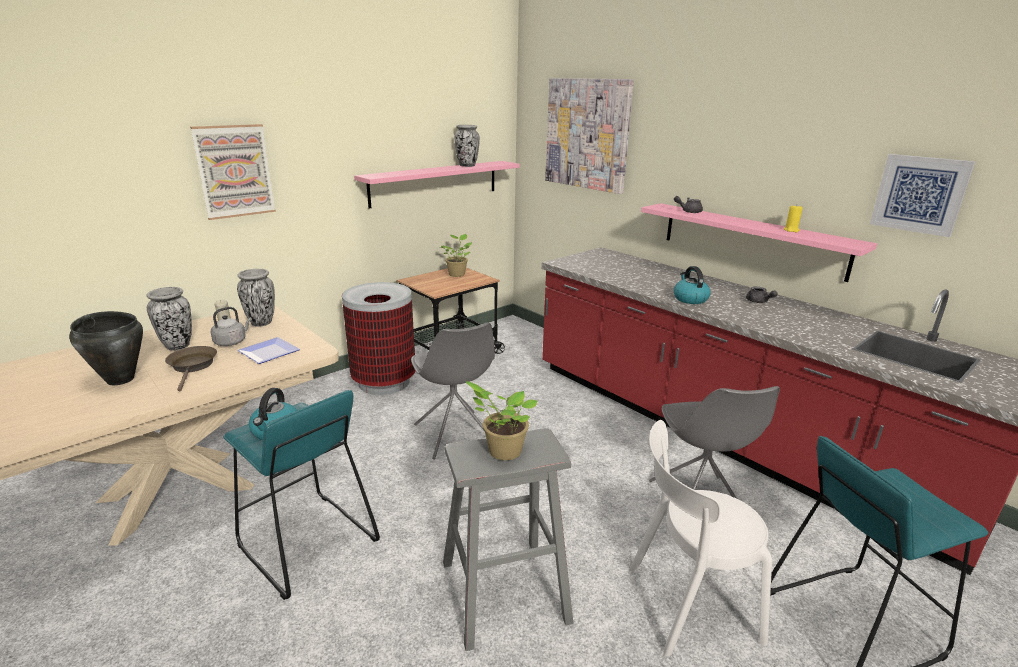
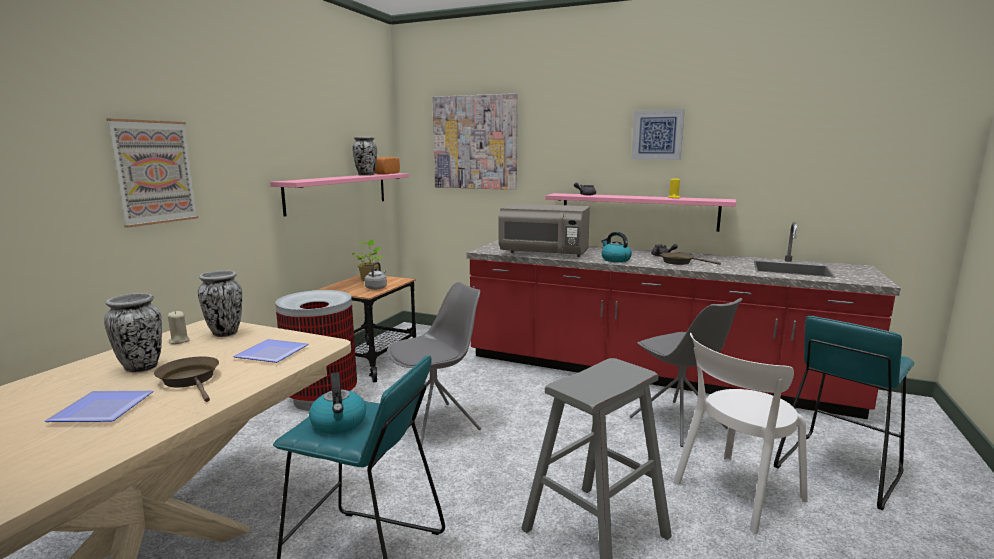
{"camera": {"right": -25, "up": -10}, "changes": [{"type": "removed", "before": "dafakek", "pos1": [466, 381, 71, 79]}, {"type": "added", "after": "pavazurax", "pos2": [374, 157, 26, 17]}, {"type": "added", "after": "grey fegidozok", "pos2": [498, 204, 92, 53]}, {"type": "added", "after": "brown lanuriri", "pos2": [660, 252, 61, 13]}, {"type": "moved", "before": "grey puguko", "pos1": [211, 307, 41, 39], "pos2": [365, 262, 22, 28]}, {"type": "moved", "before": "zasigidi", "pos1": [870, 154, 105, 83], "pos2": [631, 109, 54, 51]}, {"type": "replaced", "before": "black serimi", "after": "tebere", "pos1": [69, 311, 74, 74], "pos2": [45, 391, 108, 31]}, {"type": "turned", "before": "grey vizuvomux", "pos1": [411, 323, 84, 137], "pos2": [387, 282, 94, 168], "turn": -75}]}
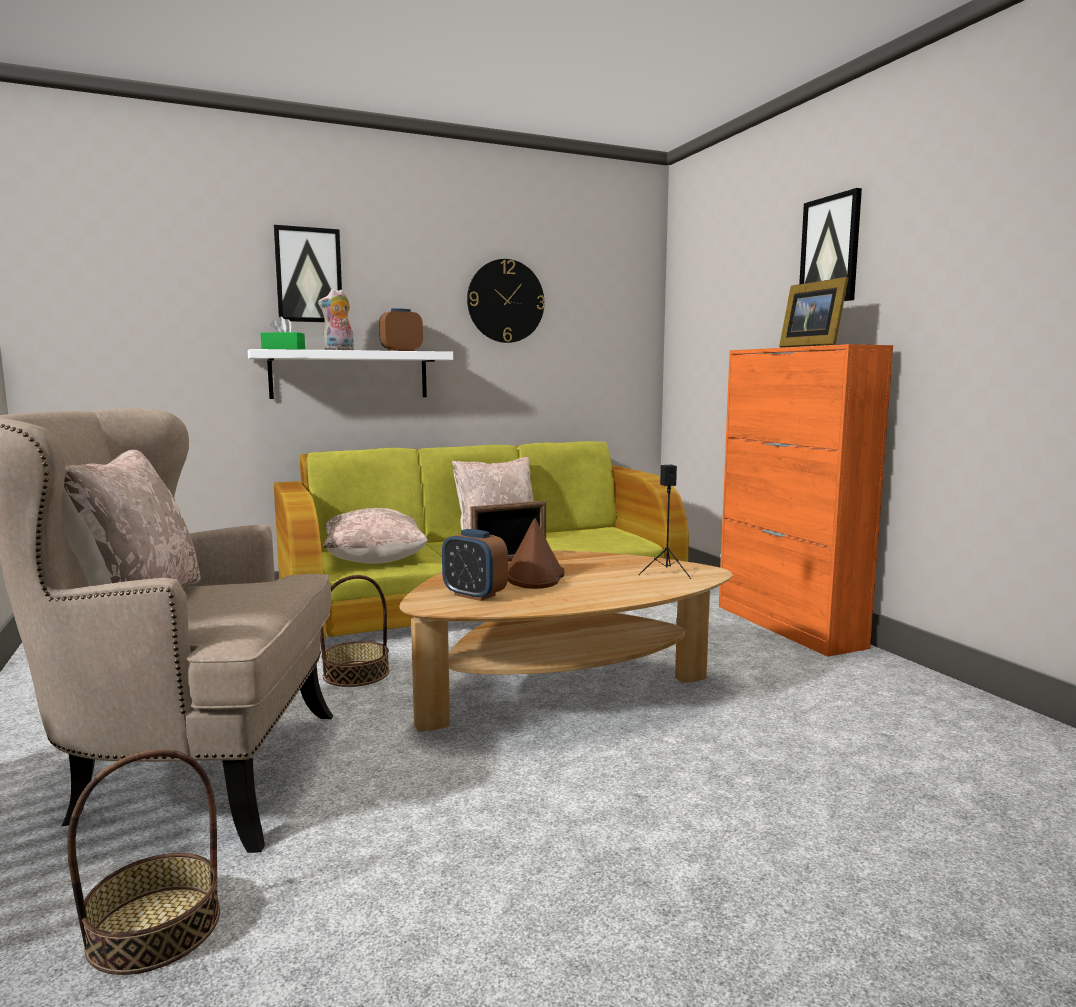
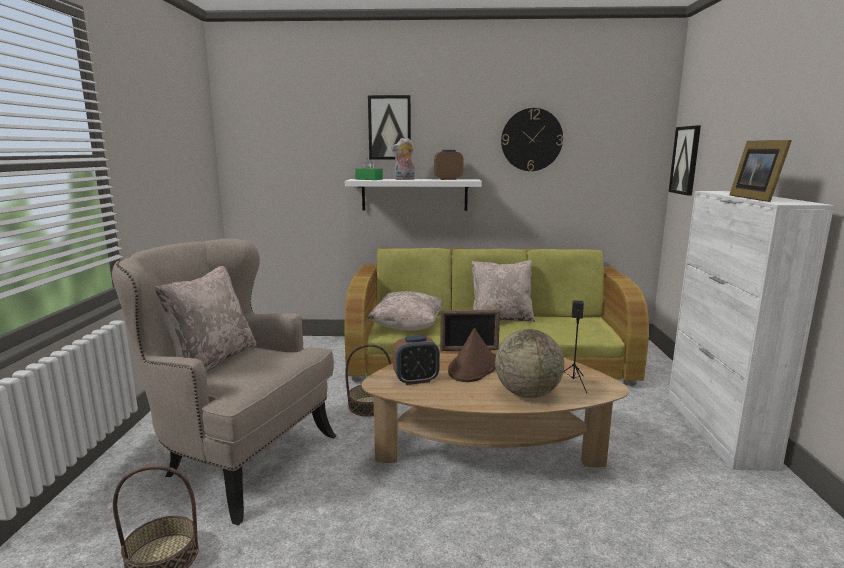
{"camera": {"right": 25, "up": 5}, "changes": [{"type": "added", "after": "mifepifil", "pos2": [495, 329, 69, 69]}, {"type": "moved", "before": "zasigidi", "pos1": [799, 188, 63, 113], "pos2": [669, 125, 32, 71]}, {"type": "recoloured", "before": "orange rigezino", "after": "white rigezino", "pos1": [719, 344, 174, 313], "pos2": [668, 191, 166, 280]}, {"type": "turned", "before": "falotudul", "pos1": [442, 529, 66, 72], "pos2": [393, 335, 47, 50], "turn": -75}]}
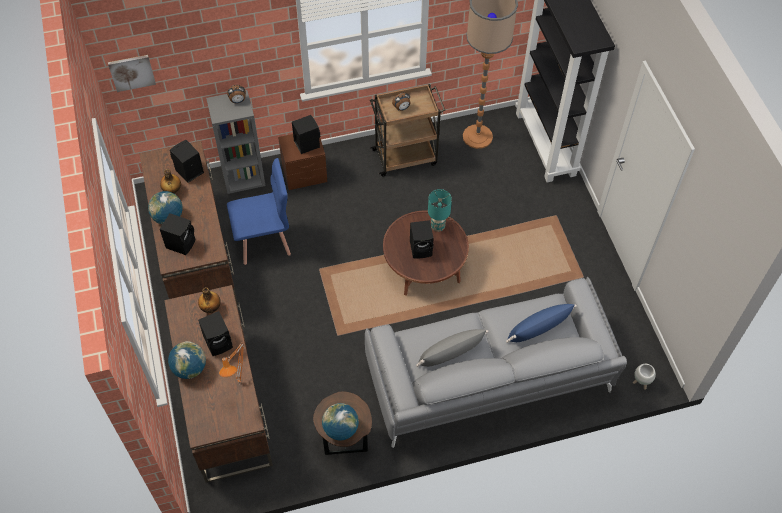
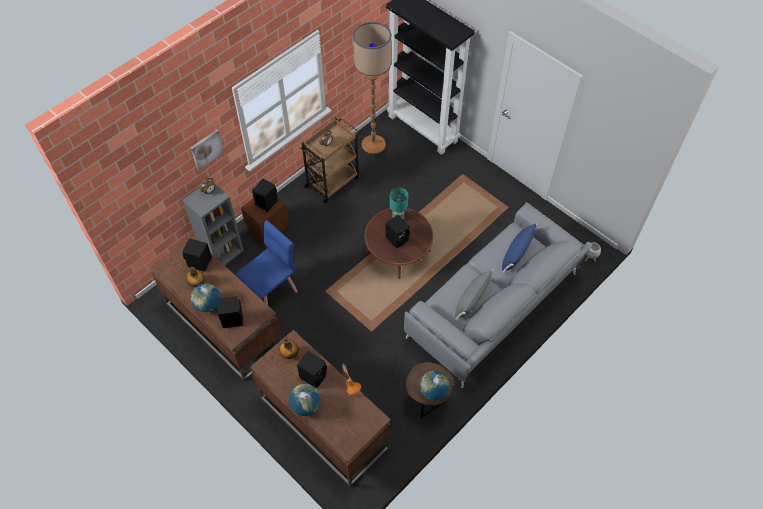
{"camera": {"right": -30, "up": 0}, "changes": [{"type": "moved", "before": "zasigidi", "pos1": [108, 55, 48, 37], "pos2": [191, 129, 33, 41]}]}
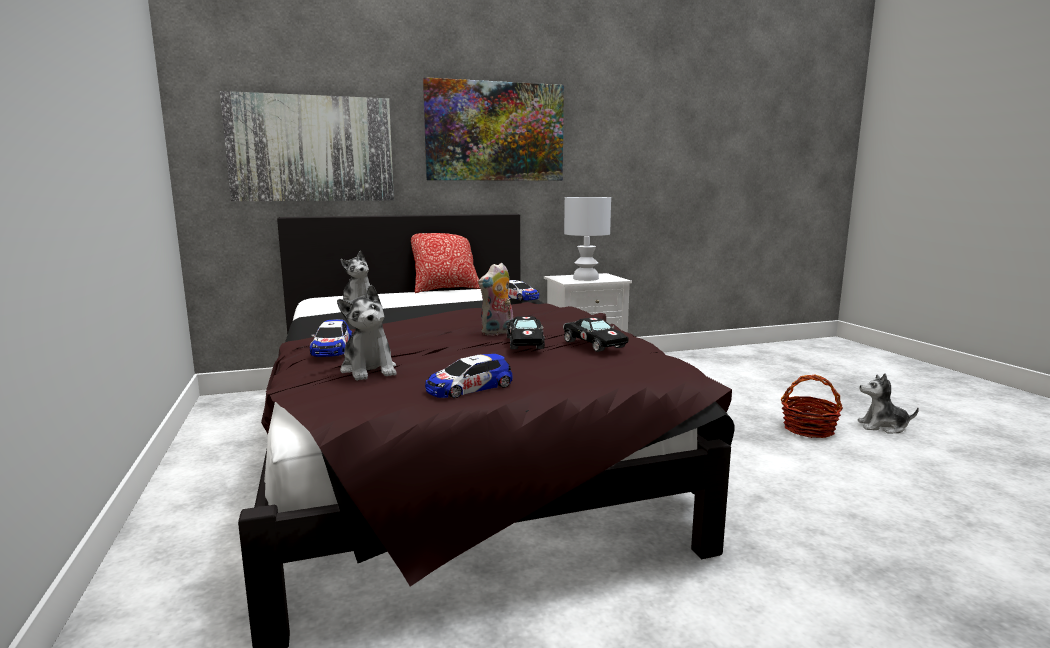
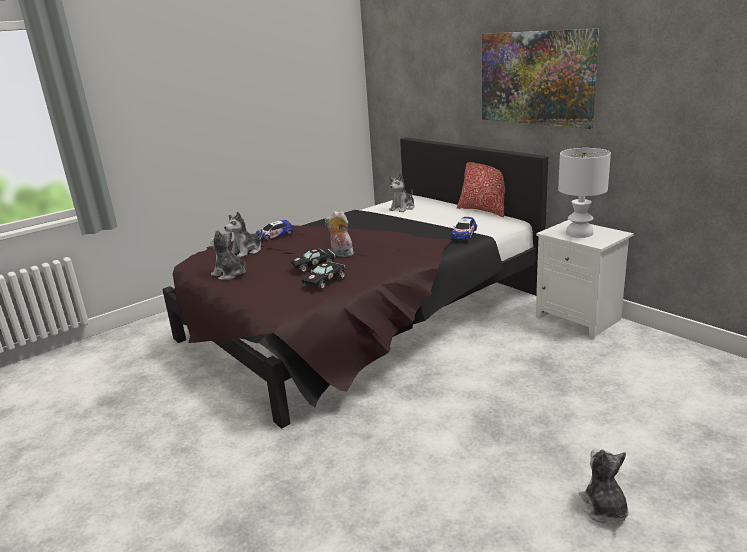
{"camera": {"right": 70, "up": 10}, "changes": [{"type": "removed", "before": "zasigidi", "pos1": [220, 91, 174, 110]}, {"type": "removed", "before": "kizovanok", "pos1": [781, 374, 62, 64]}, {"type": "replaced", "before": "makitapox", "after": "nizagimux", "pos1": [425, 354, 88, 44], "pos2": [210, 230, 36, 50]}]}
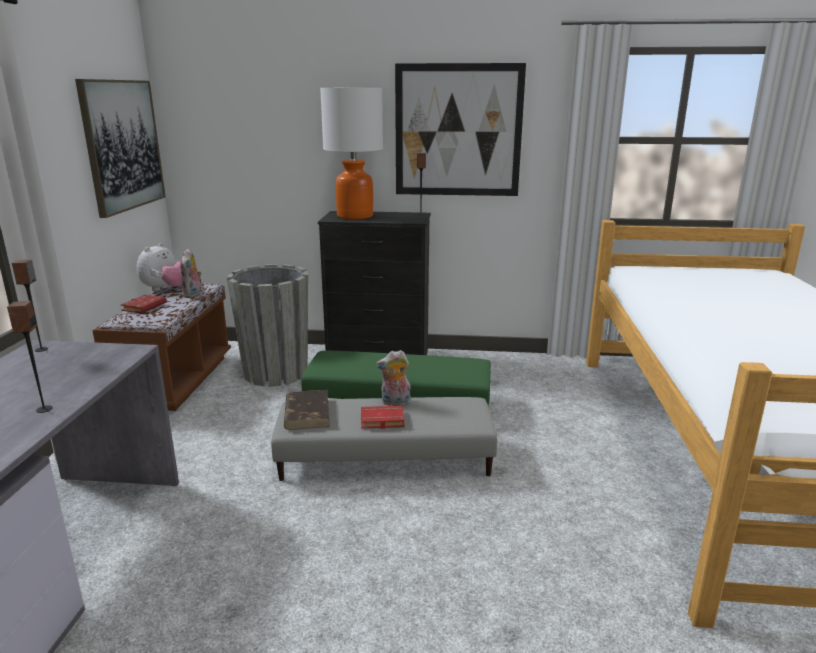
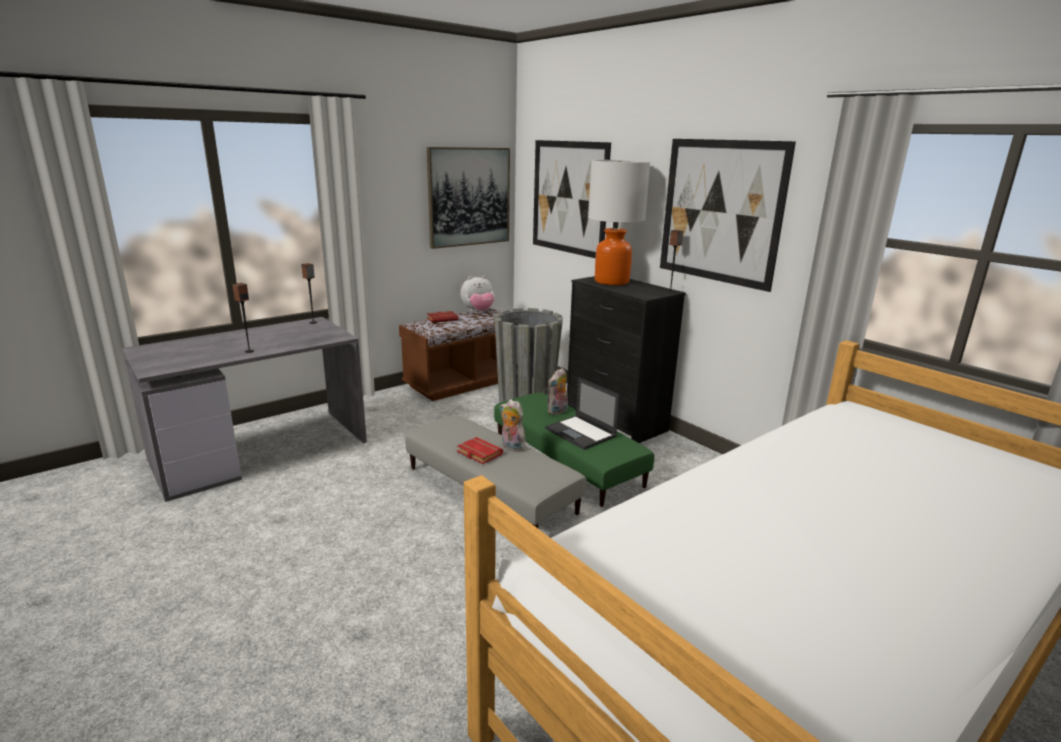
{"camera": {"right": 45, "up": 0}, "changes": [{"type": "removed", "before": "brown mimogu", "pos1": [284, 390, 46, 40]}, {"type": "added", "after": "zasigidi", "pos2": [533, 140, 78, 118]}, {"type": "added", "after": "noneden", "pos2": [545, 377, 75, 73]}, {"type": "moved", "before": "nizagimux", "pos1": [181, 249, 21, 49], "pos2": [548, 368, 20, 47]}]}
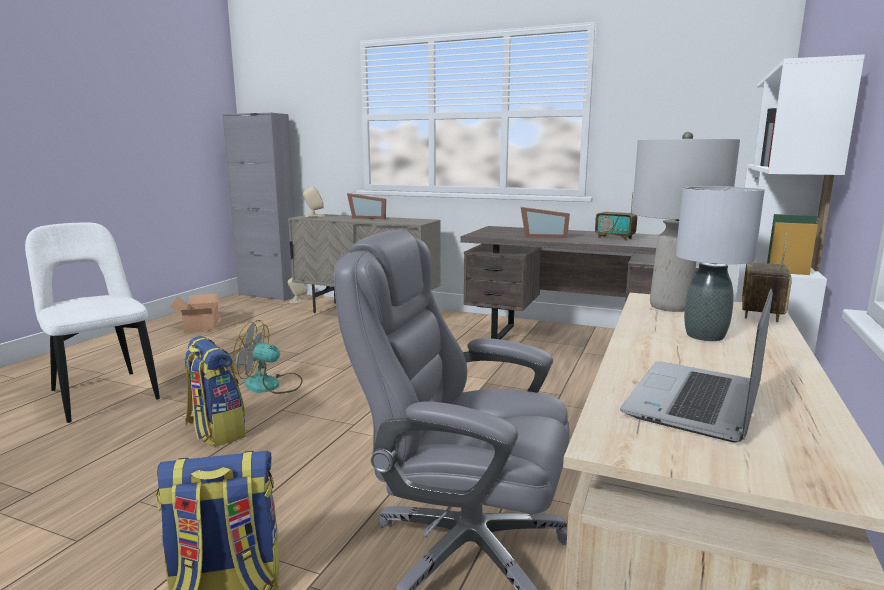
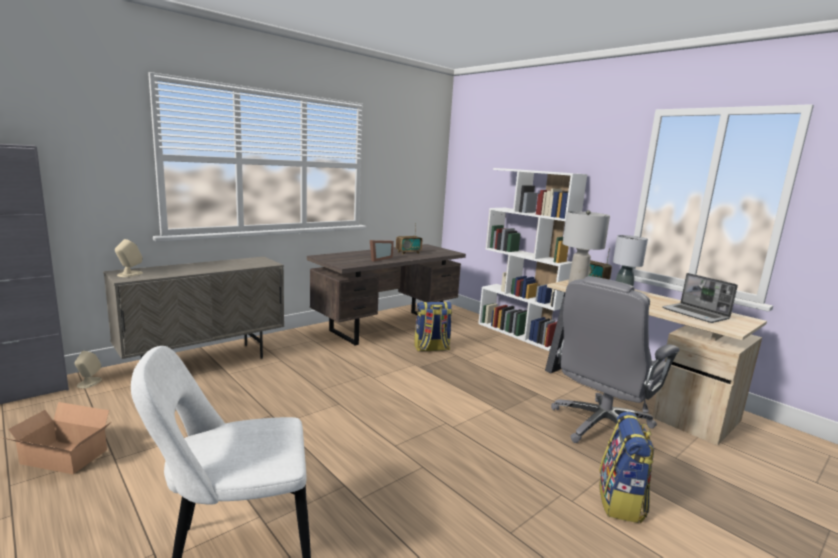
{"camera": {"right": -65, "up": 0}, "changes": [{"type": "removed", "before": "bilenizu", "pos1": [232, 320, 71, 74]}, {"type": "removed", "before": "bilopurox", "pos1": [347, 193, 39, 26]}, {"type": "moved", "before": "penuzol", "pos1": [185, 336, 61, 111], "pos2": [414, 302, 38, 49]}]}
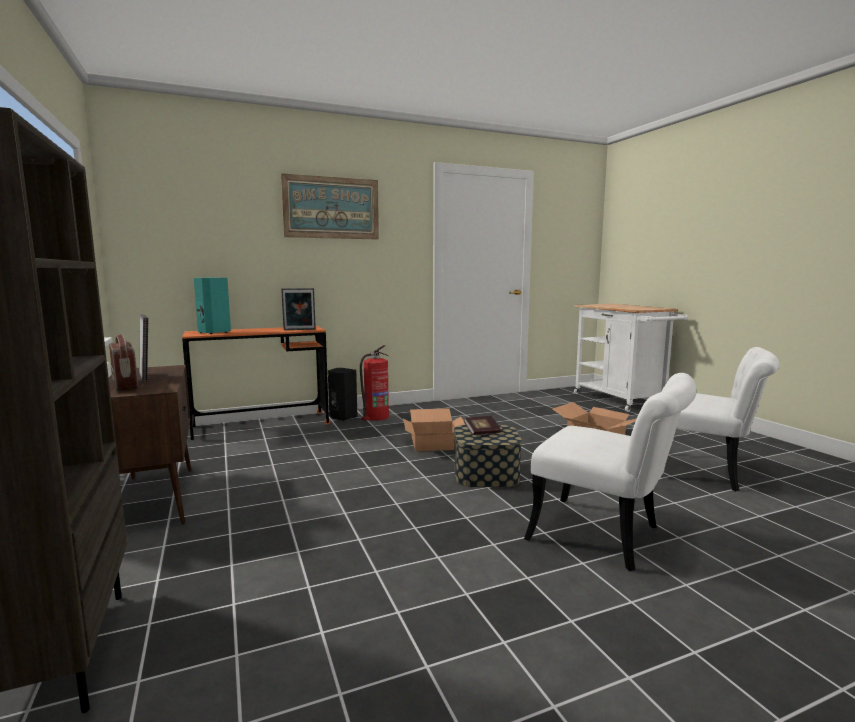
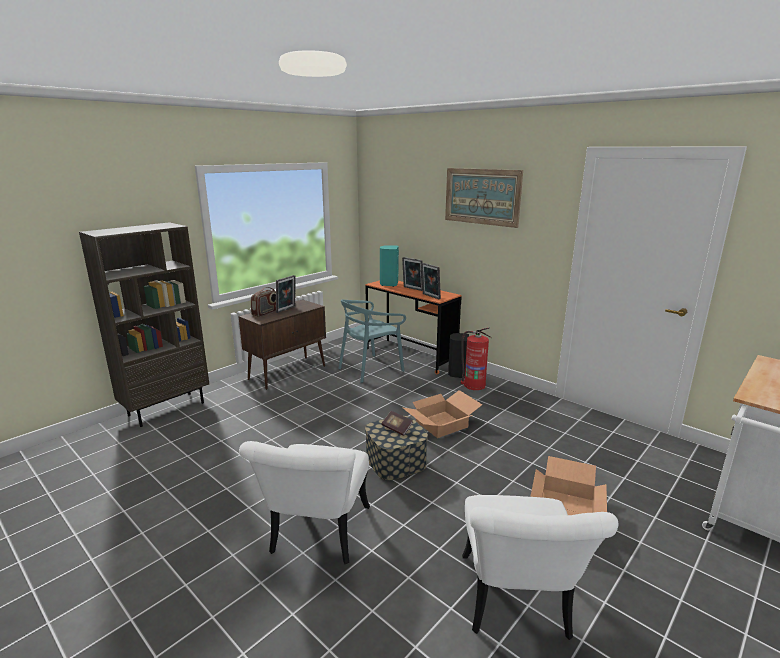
{"camera": {"right": 65, "up": 10}, "changes": [{"type": "added", "after": "turquoise vizuvomux", "pos2": [338, 299, 68, 84]}, {"type": "added", "after": "bilopurox", "pos2": [402, 257, 21, 34]}]}
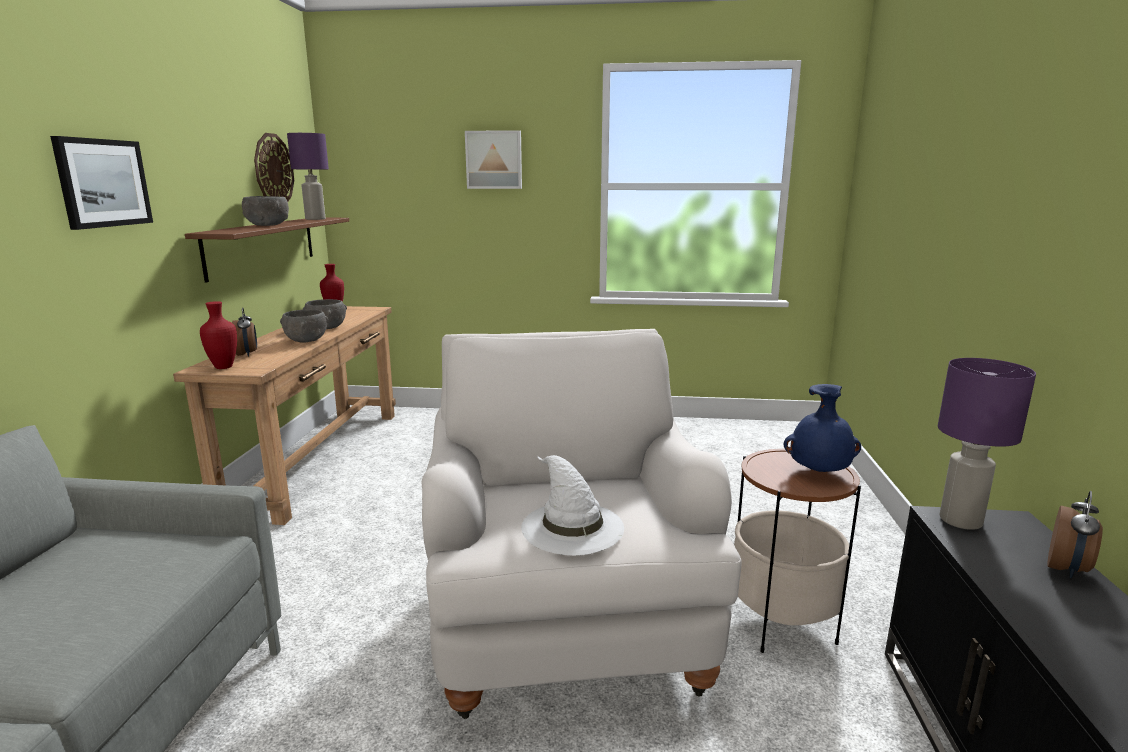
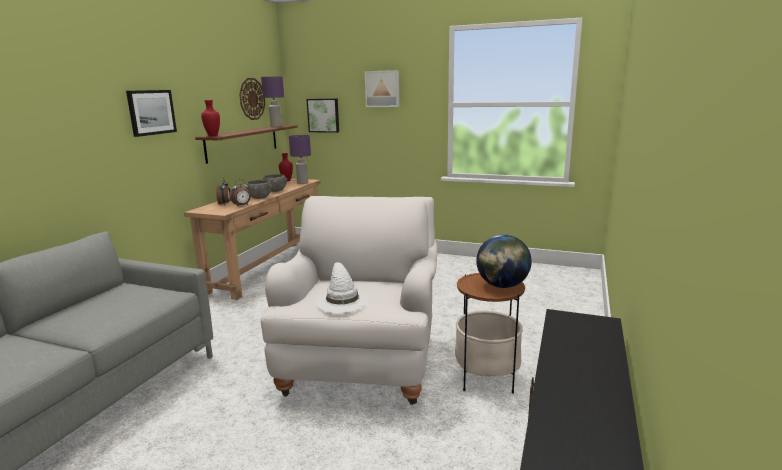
{"camera": {"right": 15, "up": 0}, "changes": [{"type": "removed", "before": "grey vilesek", "pos1": [242, 196, 47, 30]}, {"type": "added", "after": "zasigidi", "pos2": [306, 98, 33, 35]}, {"type": "moved", "before": "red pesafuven", "pos1": [200, 301, 37, 68], "pos2": [201, 100, 19, 37]}, {"type": "moved", "before": "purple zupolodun", "pos1": [938, 358, 98, 172], "pos2": [289, 135, 22, 49]}, {"type": "moved", "before": "falotudul", "pos1": [1047, 491, 56, 87], "pos2": [230, 179, 21, 28]}, {"type": "replaced", "before": "blue pesafuven", "after": "mifepifil", "pos1": [784, 384, 77, 88], "pos2": [476, 234, 56, 54]}]}
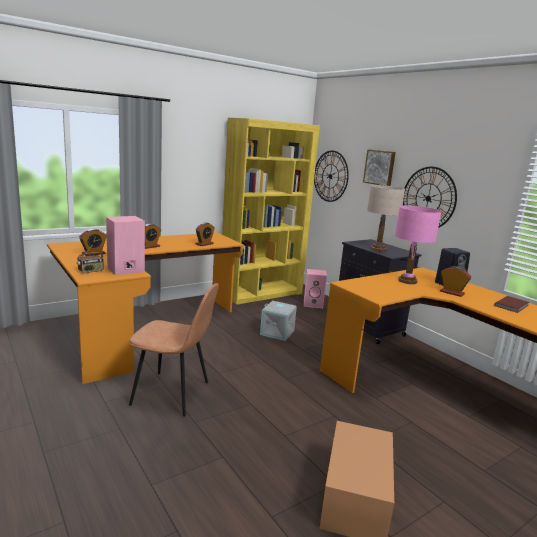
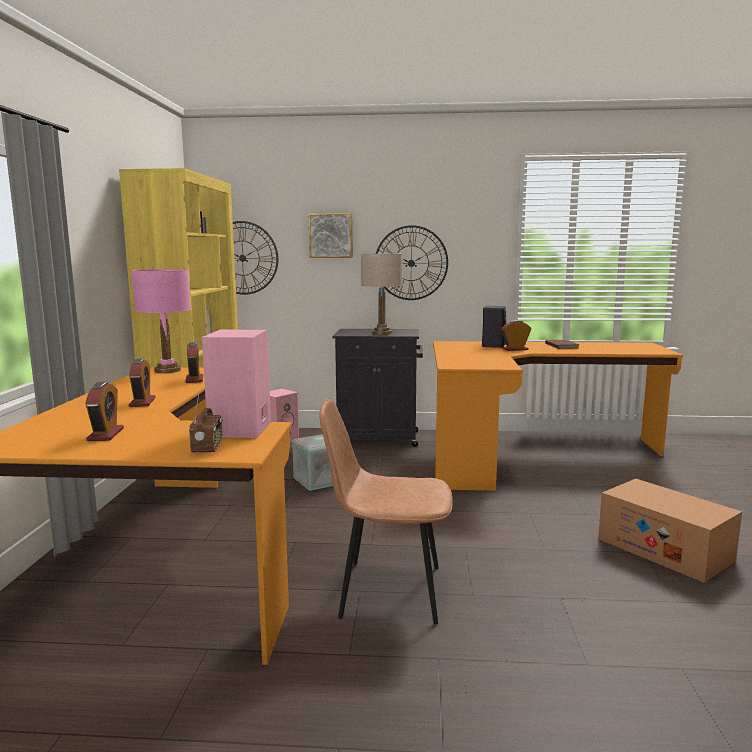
{"camera": {"right": -50, "up": -5}, "changes": [{"type": "moved", "before": "pink zupolodun", "pos1": [395, 205, 46, 79], "pos2": [132, 269, 59, 104]}, {"type": "turned", "before": "brown vizuvomux", "pos1": [129, 283, 90, 133], "pos2": [319, 398, 134, 226], "turn": -135}]}
